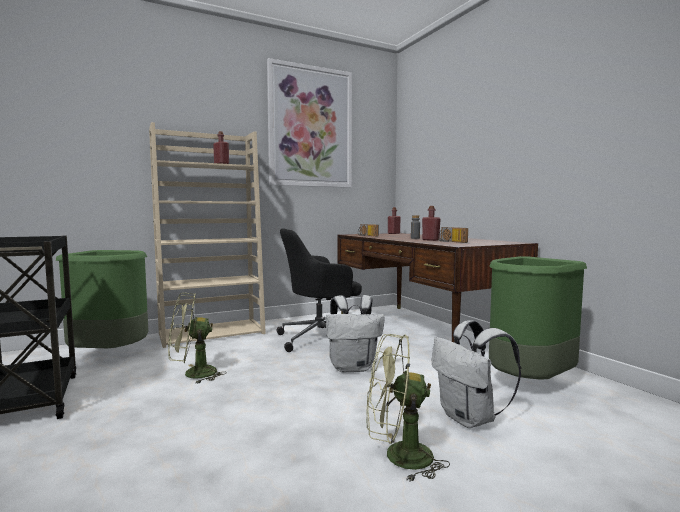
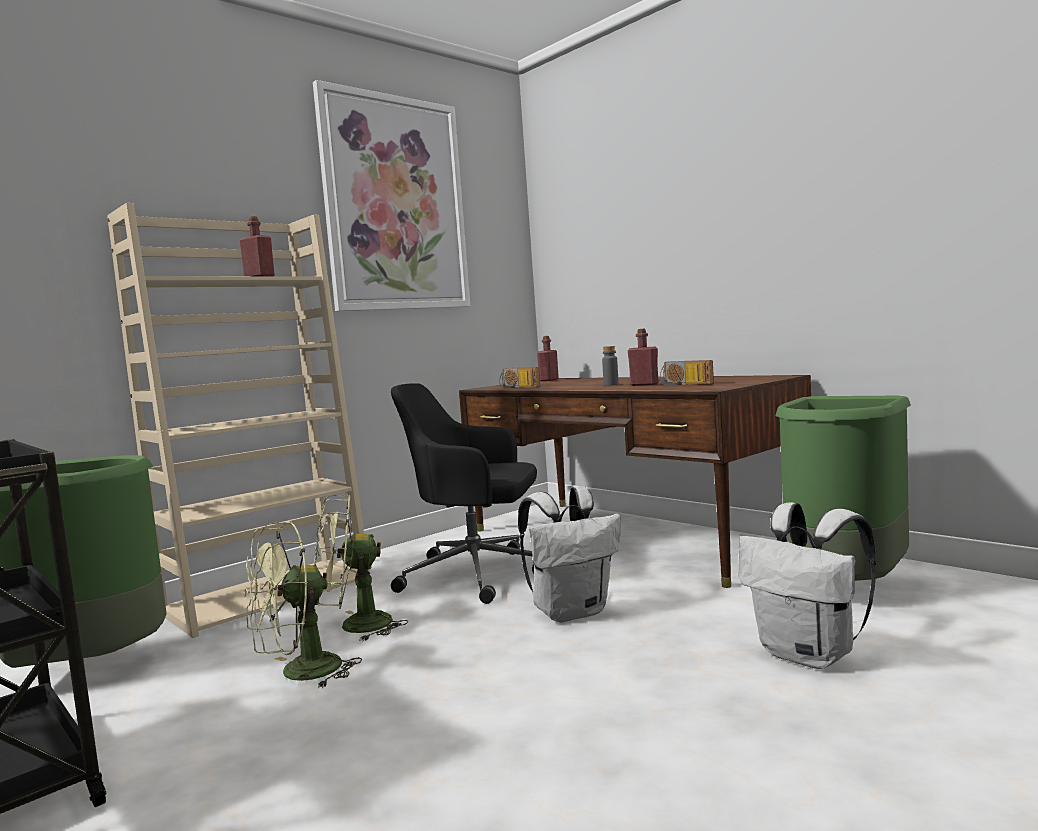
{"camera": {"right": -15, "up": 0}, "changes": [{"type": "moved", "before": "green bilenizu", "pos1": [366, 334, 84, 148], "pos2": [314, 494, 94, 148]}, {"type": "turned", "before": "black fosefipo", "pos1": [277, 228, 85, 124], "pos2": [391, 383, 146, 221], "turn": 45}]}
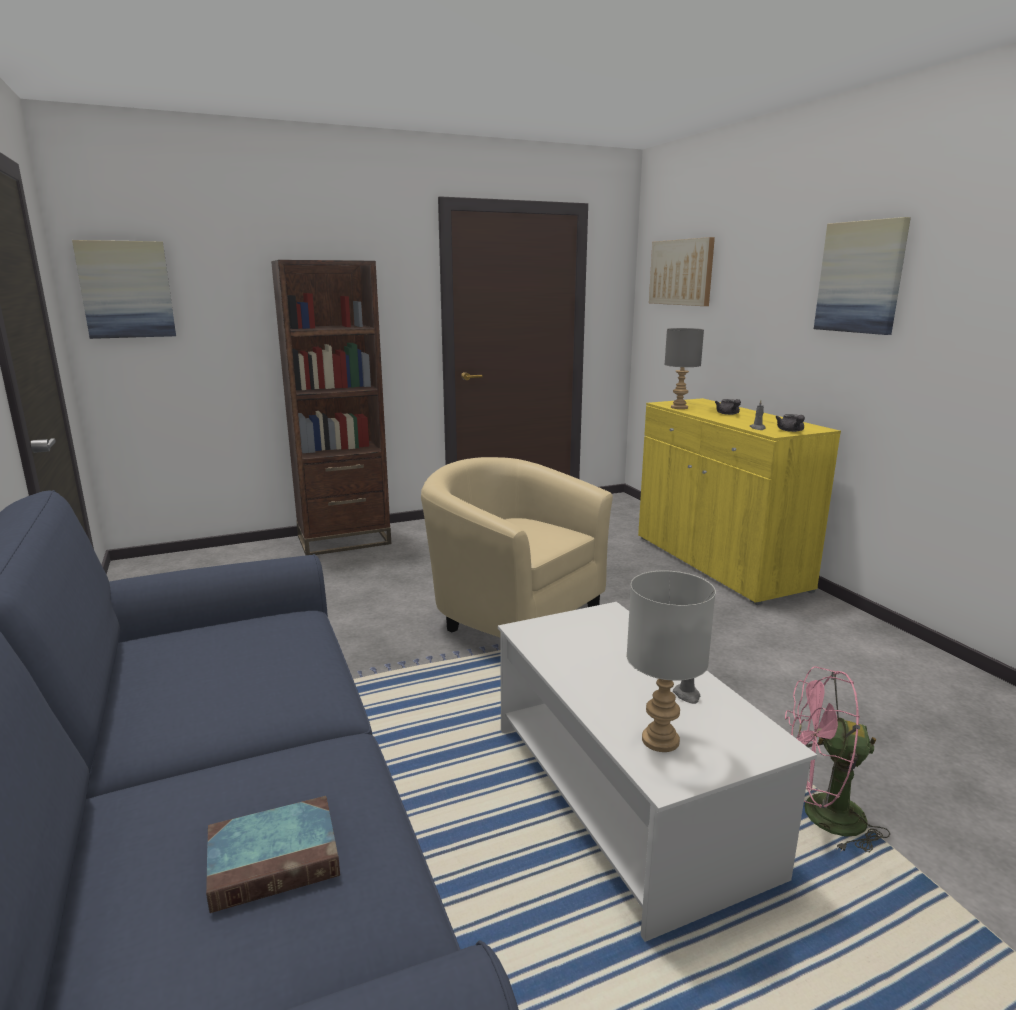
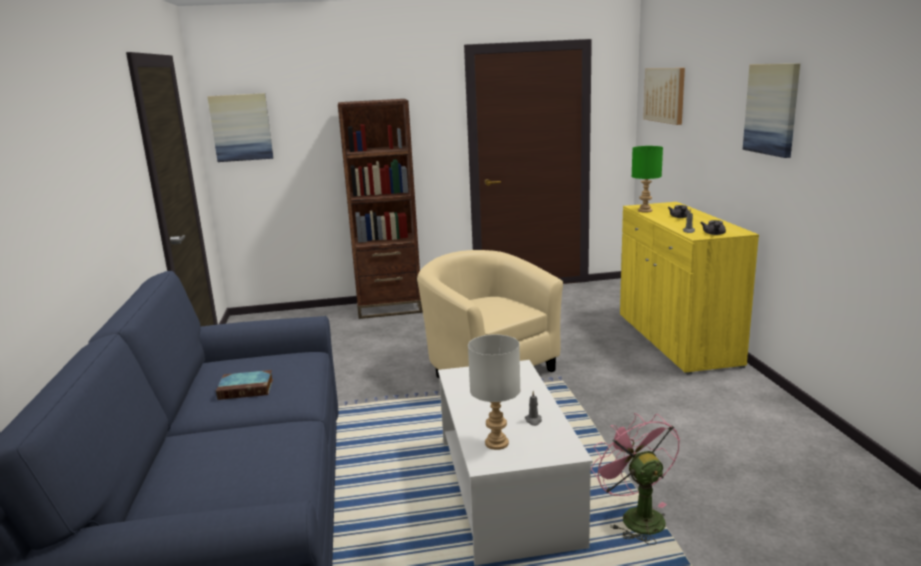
{"camera": {"right": 15, "up": 0}, "changes": [{"type": "moved", "before": "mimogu", "pos1": [206, 796, 134, 117], "pos2": [216, 370, 57, 30]}, {"type": "recoloured", "before": "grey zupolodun", "after": "green zupolodun", "pos1": [664, 328, 40, 81], "pos2": [632, 146, 31, 67]}, {"type": "turned", "before": "pink bilenizu", "pos1": [785, 666, 105, 186], "pos2": [591, 413, 89, 132], "turn": 45}]}
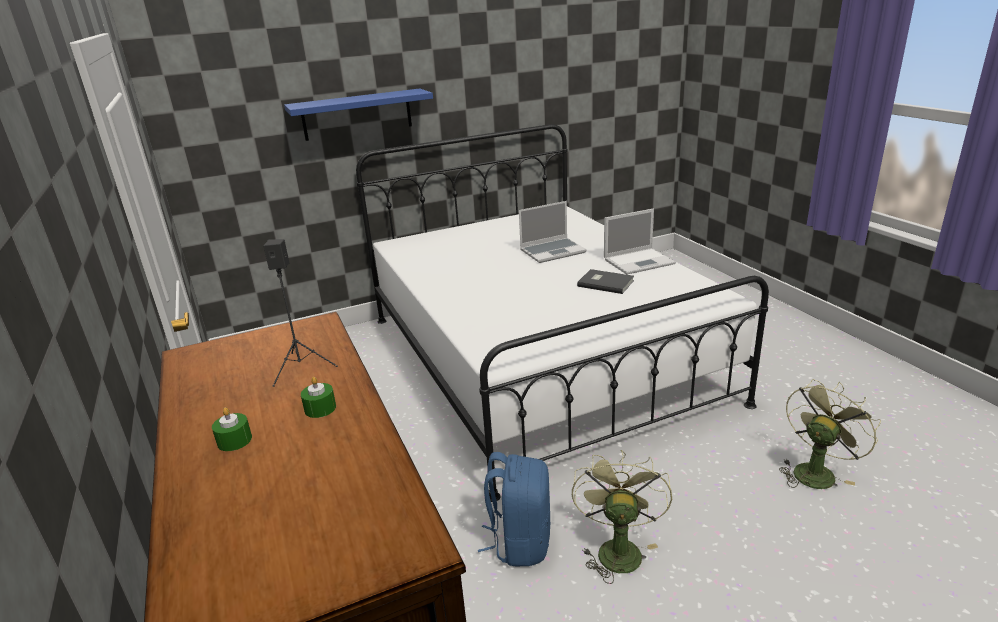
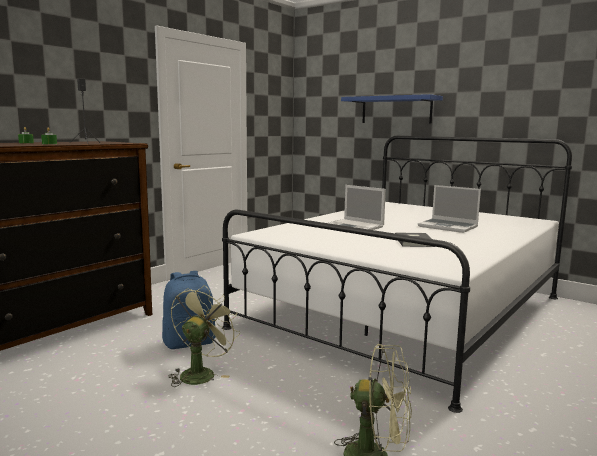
{"camera": {"right": 60, "up": -15}, "changes": [{"type": "moved", "before": "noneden", "pos1": [604, 209, 72, 66], "pos2": [328, 185, 58, 45]}, {"type": "turned", "before": "green bilenizu", "pos1": [572, 450, 100, 134], "pos2": [169, 285, 71, 102], "turn": -45}]}
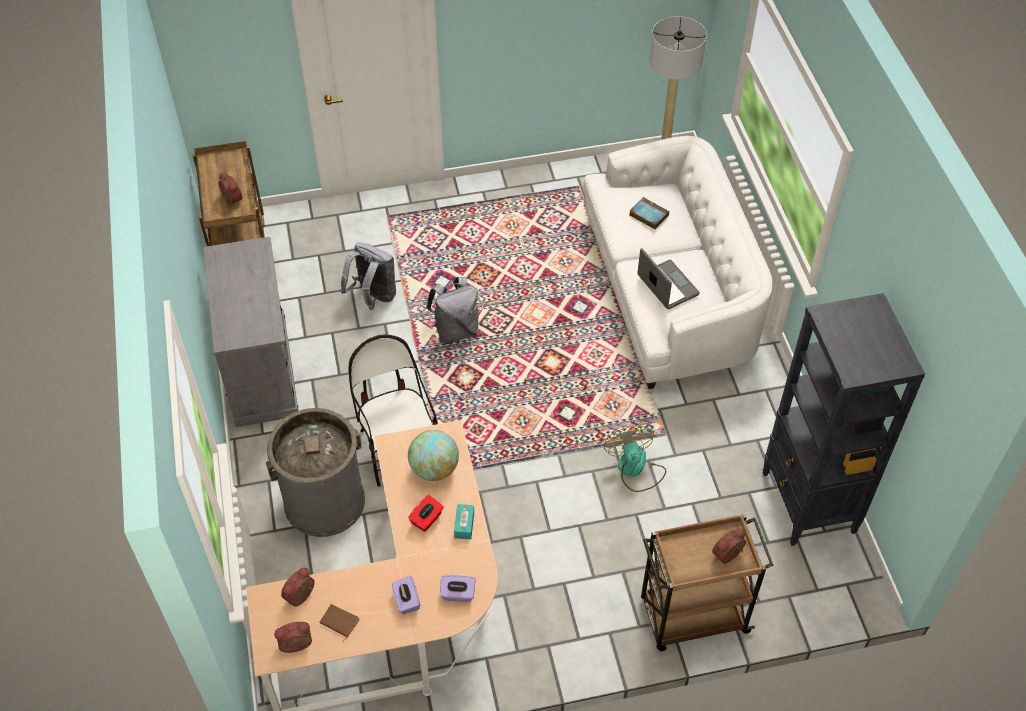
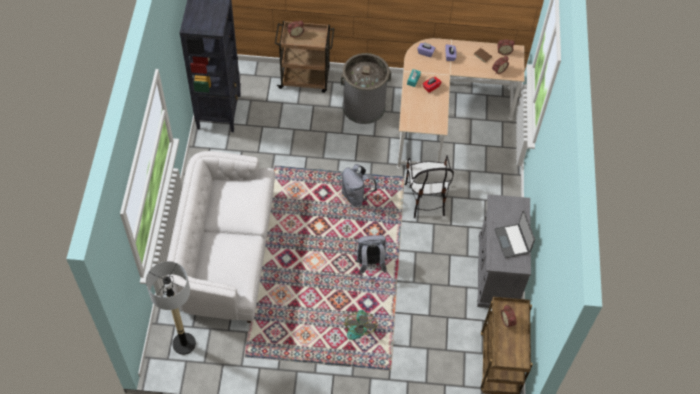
{"camera": {"right": -165, "up": 5}, "changes": [{"type": "removed", "before": "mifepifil", "pos1": [408, 430, 51, 51]}, {"type": "removed", "before": "mimogu", "pos1": [630, 197, 39, 32]}, {"type": "moved", "before": "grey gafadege", "pos1": [266, 408, 99, 129], "pos2": [340, 53, 51, 71]}, {"type": "moved", "before": "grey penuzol", "pos1": [340, 243, 56, 67], "pos2": [342, 164, 35, 43]}, {"type": "moved", "before": "bilenizu", "pos1": [604, 426, 62, 66], "pos2": [344, 310, 34, 30]}, {"type": "moved", "before": "noneden", "pos1": [637, 248, 63, 61], "pos2": [494, 210, 41, 48]}]}
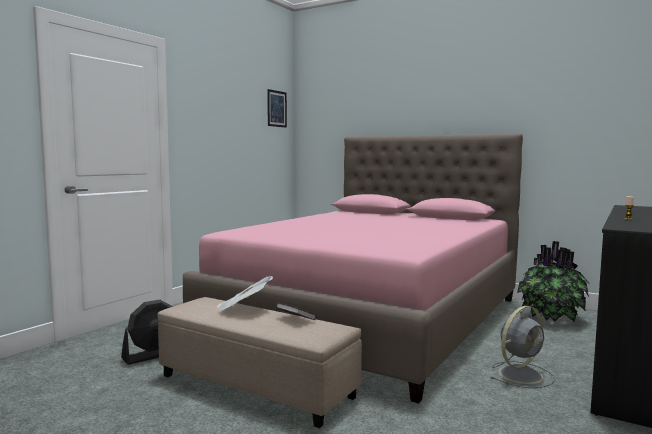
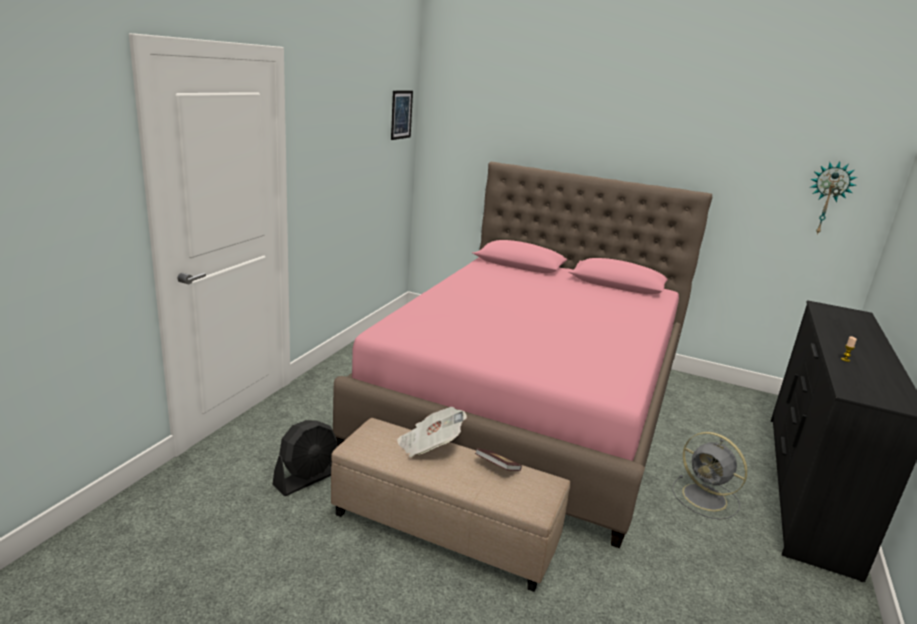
{"camera": {"right": -10, "up": 15}, "changes": [{"type": "removed", "before": "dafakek", "pos1": [517, 241, 73, 81]}, {"type": "added", "after": "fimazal", "pos2": [810, 161, 47, 74]}, {"type": "turned", "before": "grey bilenizu", "pos1": [490, 306, 65, 82], "pos2": [672, 432, 75, 88], "turn": 90}]}
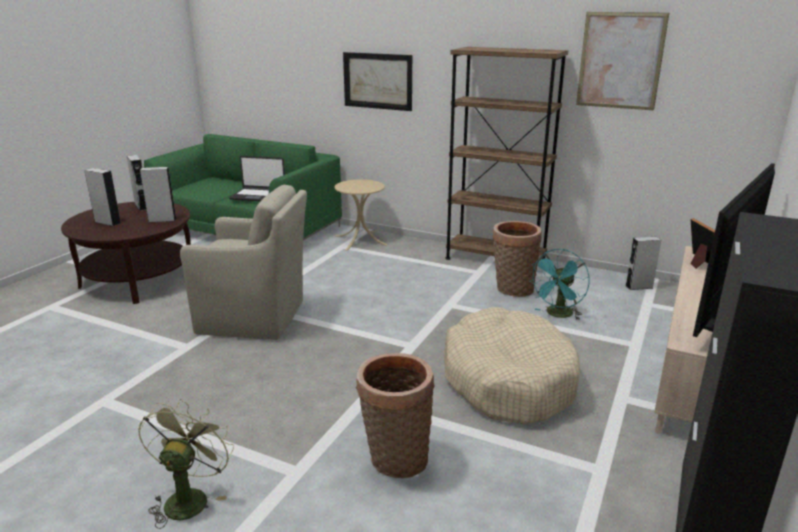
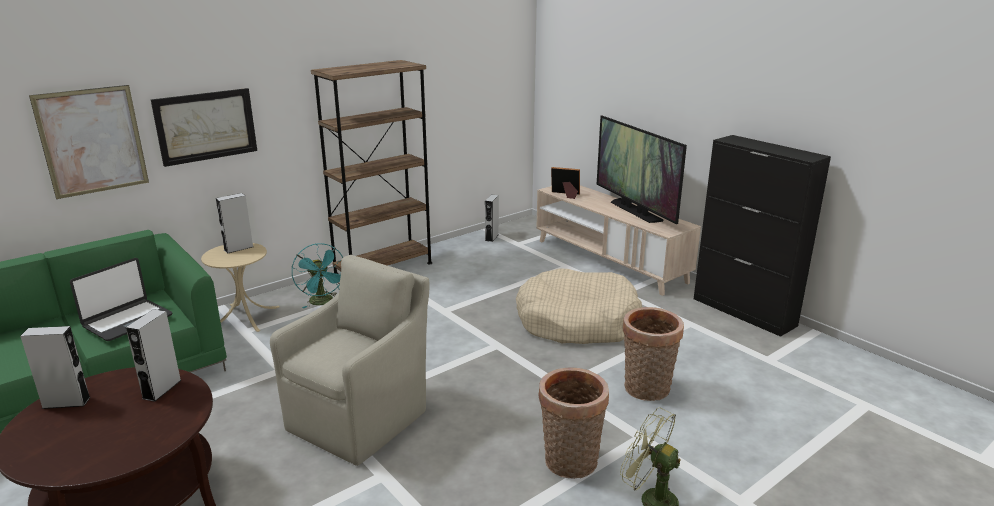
{"camera": {"right": -65, "up": 0}, "changes": [{"type": "moved", "before": "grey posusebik", "pos1": [84, 168, 37, 58], "pos2": [216, 193, 37, 61]}, {"type": "moved", "before": "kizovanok", "pos1": [492, 221, 50, 76], "pos2": [538, 367, 71, 112]}, {"type": "moved", "before": "turquoise bilenizu", "pos1": [531, 249, 59, 71], "pos2": [292, 243, 51, 65]}, {"type": "moved", "before": "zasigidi", "pos1": [576, 12, 93, 98], "pos2": [29, 85, 120, 114]}]}
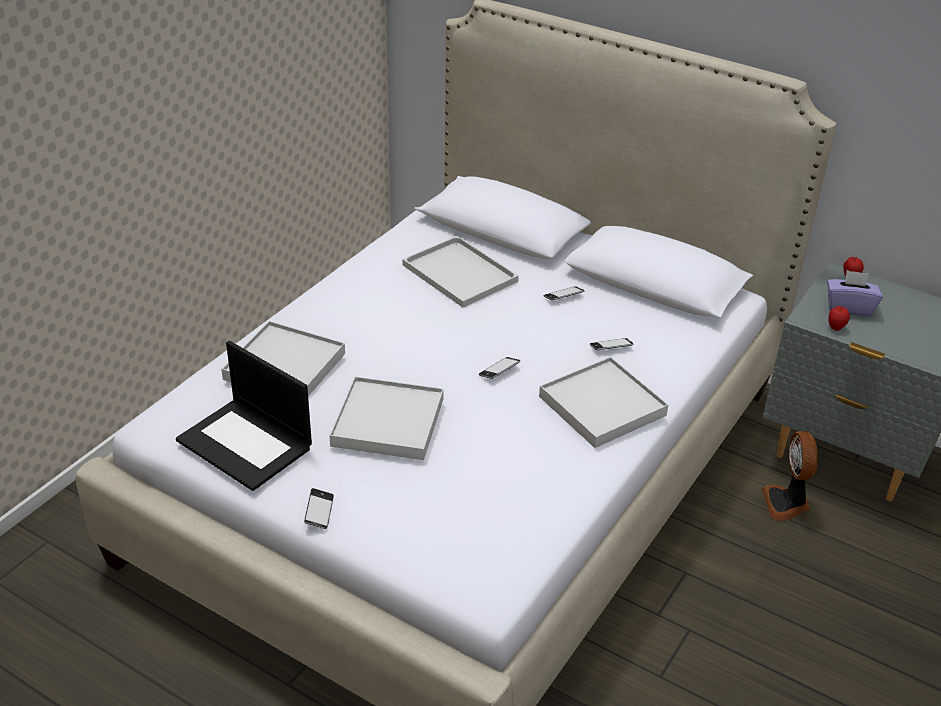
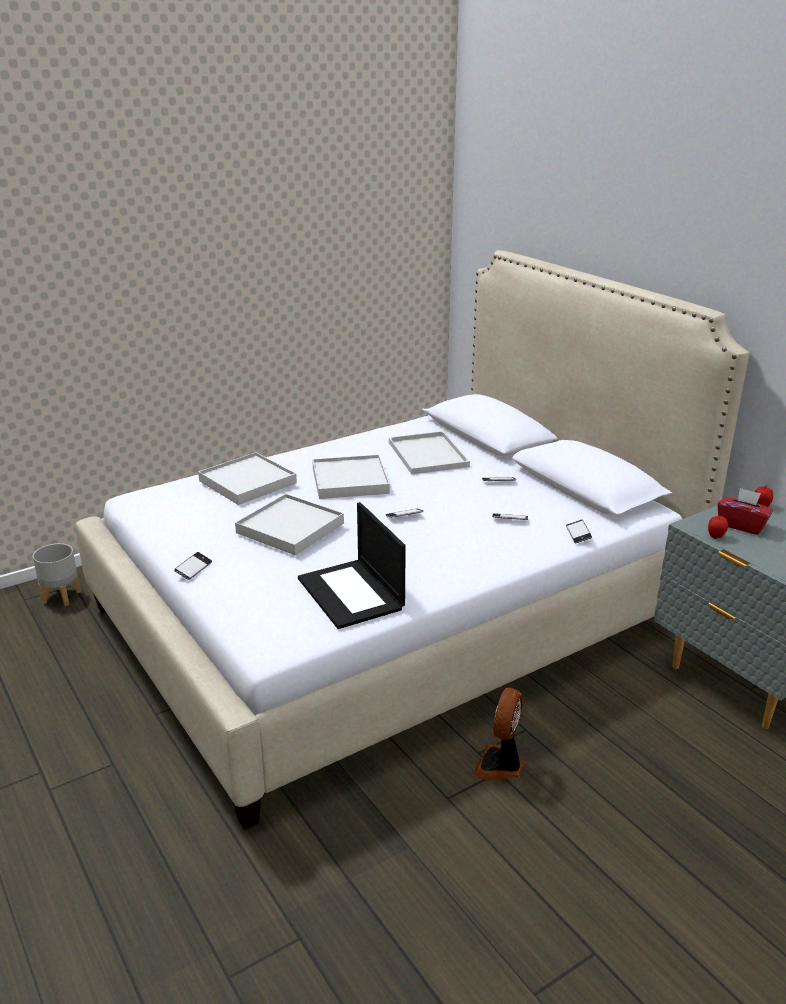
{"camera": {"right": 25, "up": -10}, "changes": [{"type": "added", "after": "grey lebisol", "pos2": [33, 543, 48, 63]}, {"type": "added", "after": "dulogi", "pos2": [566, 520, 26, 23]}, {"type": "moved", "before": "noneden", "pos1": [176, 341, 136, 150], "pos2": [298, 502, 108, 127]}, {"type": "moved", "before": "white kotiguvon", "pos1": [539, 357, 129, 91], "pos2": [312, 455, 78, 44]}, {"type": "moved", "before": "bilenizu", "pos1": [762, 431, 56, 90], "pos2": [473, 688, 52, 92]}, {"type": "recoloured", "before": "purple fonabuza", "after": "red fonabuza", "pos1": [827, 270, 56, 46], "pos2": [717, 488, 56, 47]}]}
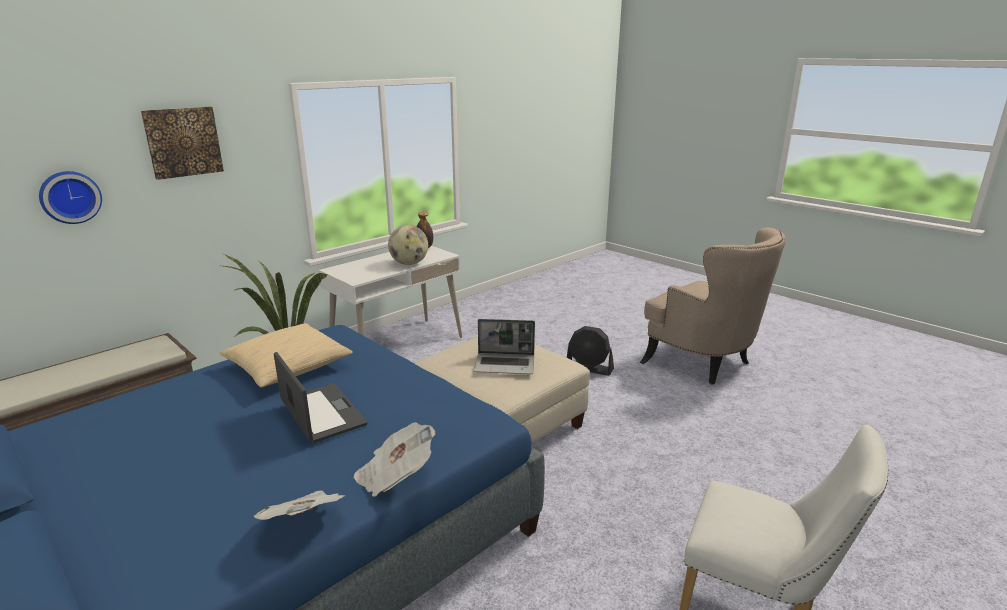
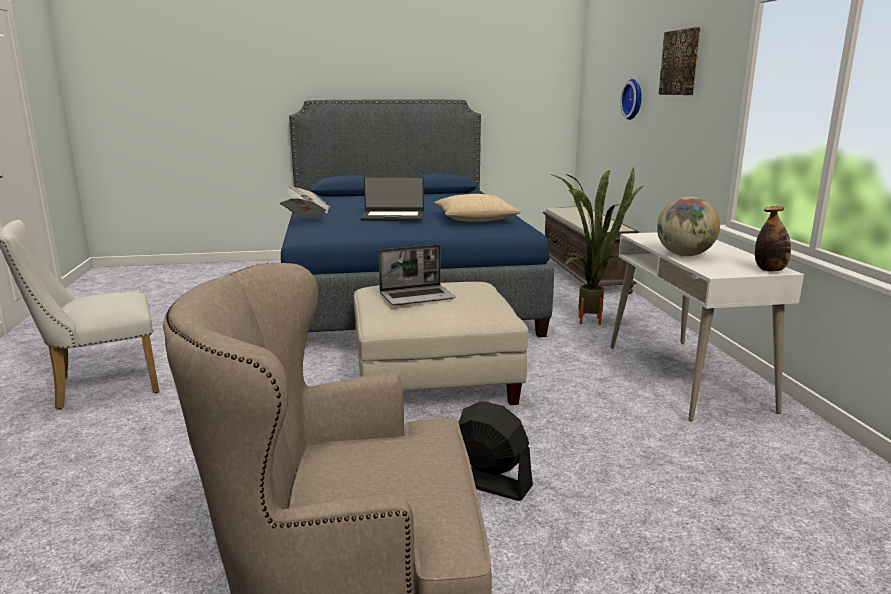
{"camera": {"right": 125, "up": -5}, "changes": [{"type": "turned", "before": "noneden", "pos1": [474, 319, 61, 55], "pos2": [379, 245, 76, 61], "turn": -150}, {"type": "turned", "before": "black bilenizu", "pos1": [567, 326, 47, 50], "pos2": [458, 401, 75, 100], "turn": 60}]}
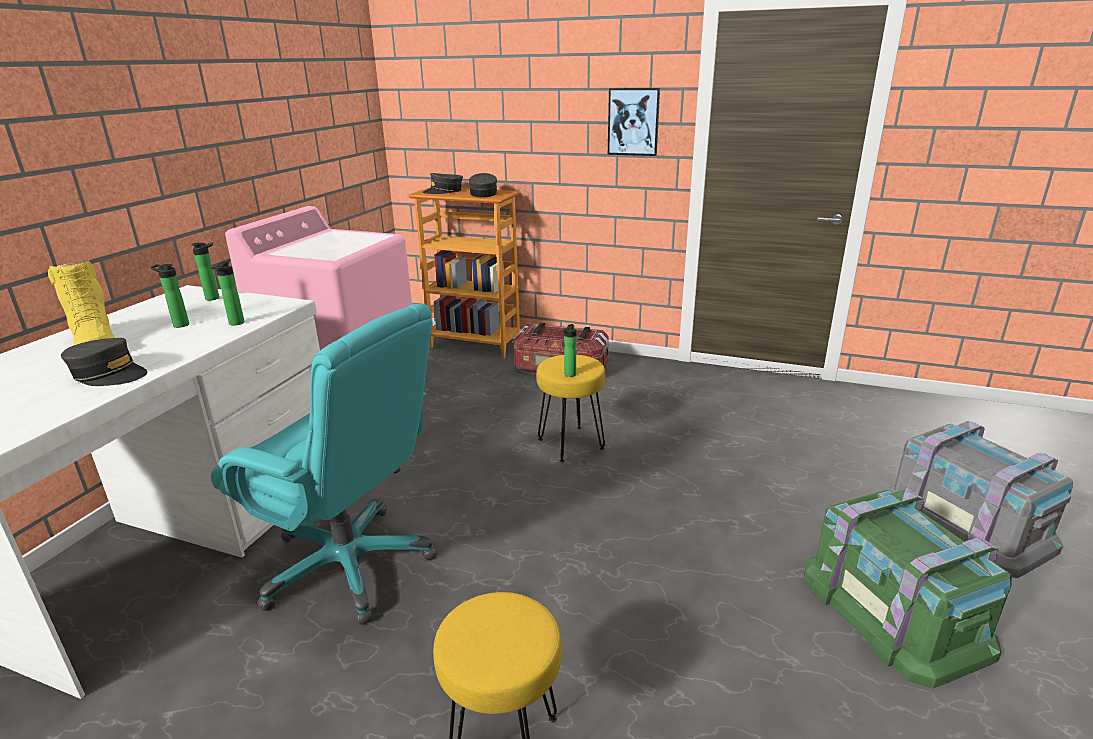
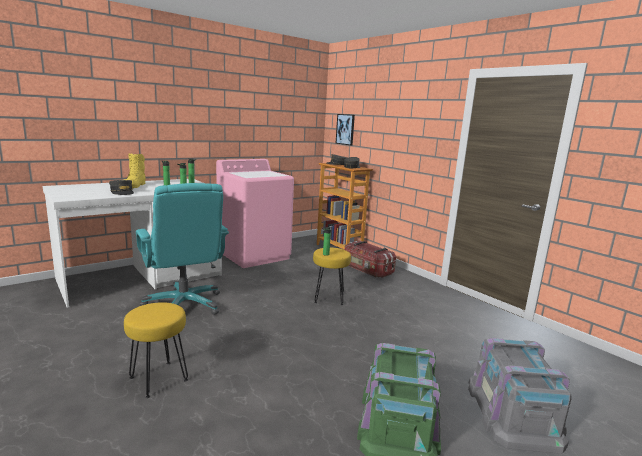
{"camera": {"right": 30, "up": -10}, "changes": [{"type": "moved", "before": "zasigidi", "pos1": [608, 88, 52, 68], "pos2": [336, 114, 19, 31]}]}
